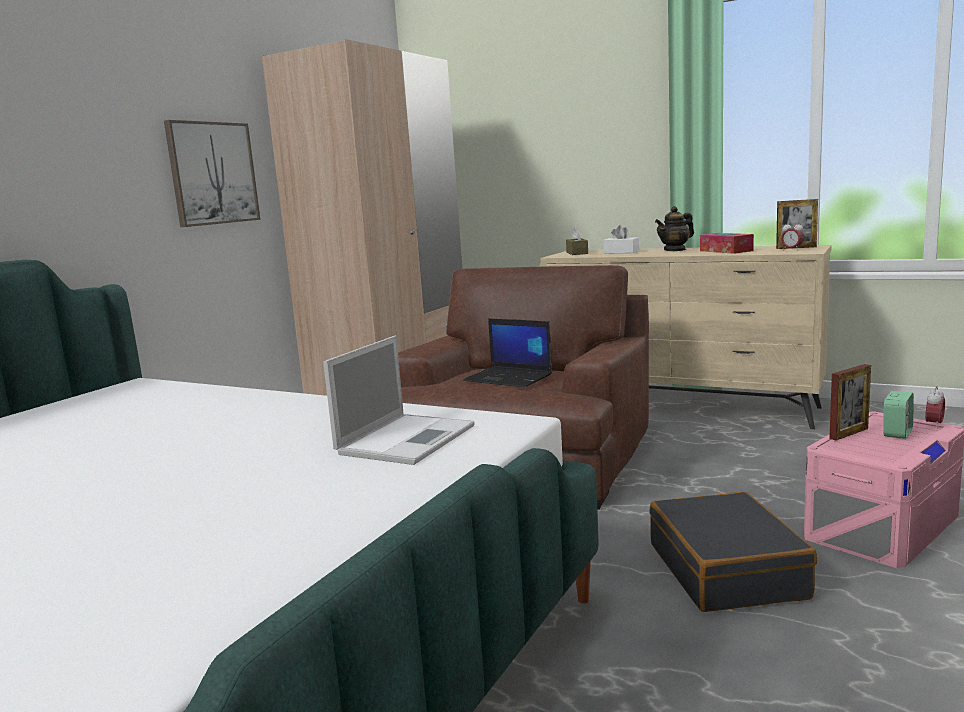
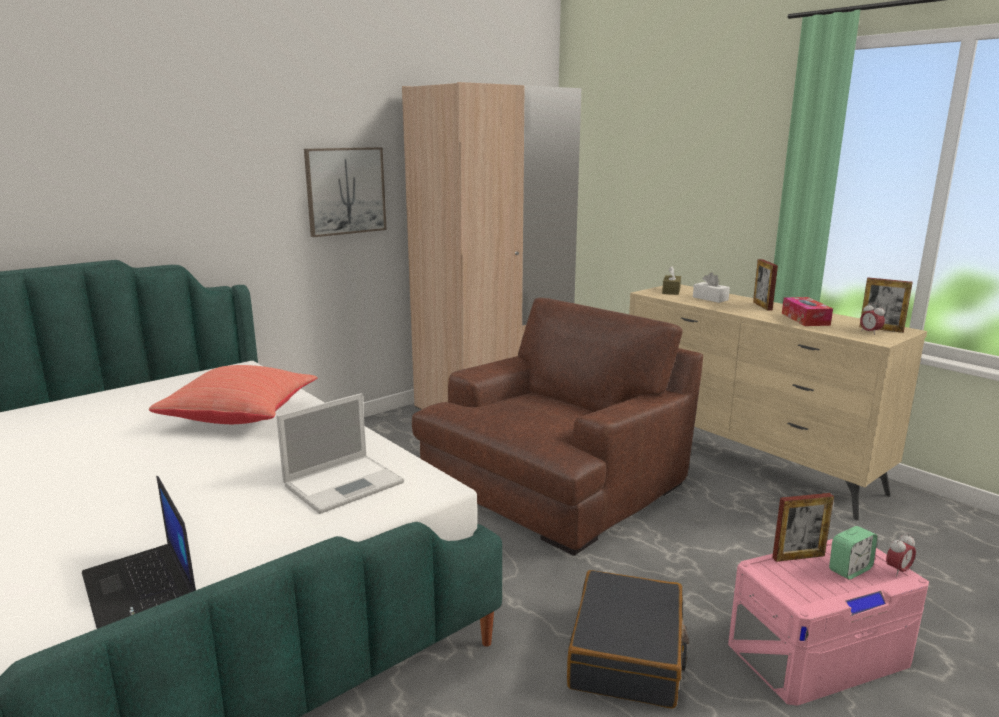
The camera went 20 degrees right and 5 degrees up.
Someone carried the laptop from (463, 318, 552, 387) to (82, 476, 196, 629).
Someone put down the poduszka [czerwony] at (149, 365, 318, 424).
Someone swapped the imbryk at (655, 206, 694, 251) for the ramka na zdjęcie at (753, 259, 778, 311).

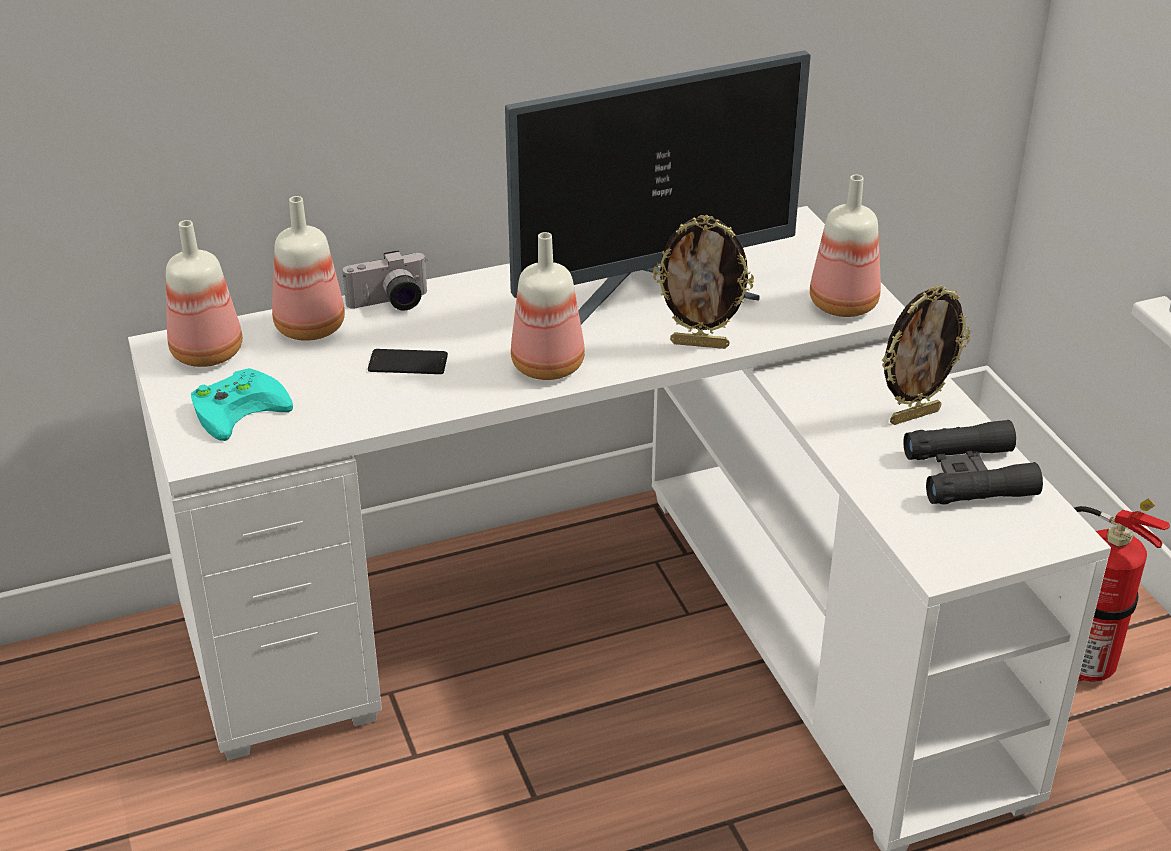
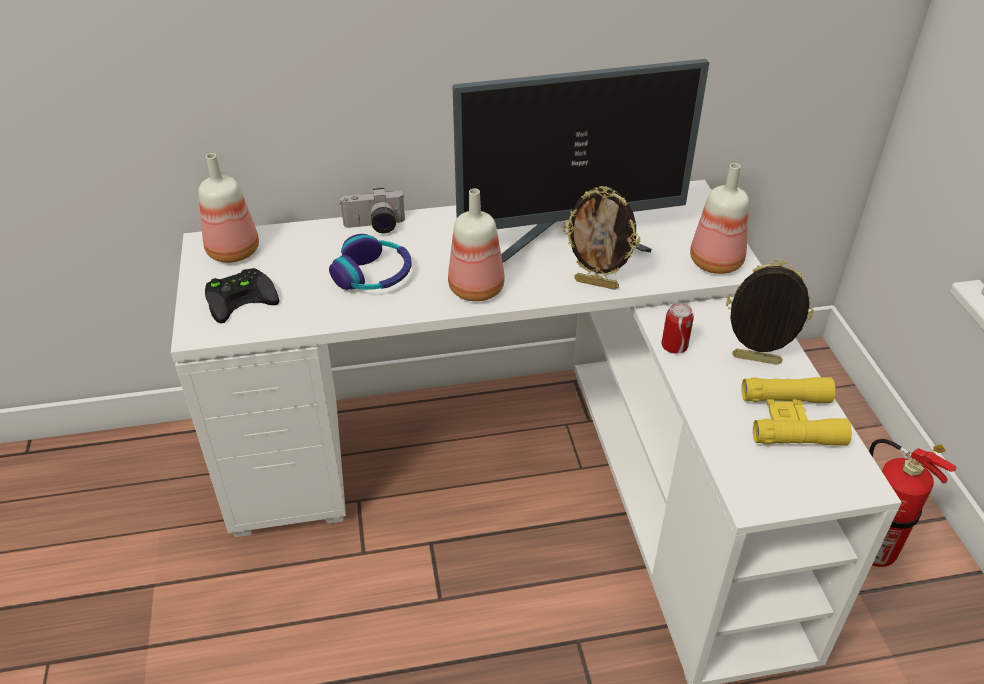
The camera went 10 degrees right and 5 degrees up.
Someone repainted the pad do gier [turkusowy] at (191, 368, 293, 441), which became the pad do gier [czarny] at (205, 268, 279, 324).
Someone swapped the telefon at (368, 349, 448, 374) for the słuchawki at (329, 234, 411, 290).
Someone put down the puszka at (662, 303, 694, 354).
Someone rotated the ramka na zdjęcie at (882, 286, 971, 425) by 150 degrees counterclockwise.
Someone repainted the lornetka [czarny] at (903, 420, 1043, 505), which became the lornetka [żółty] at (742, 377, 852, 446).
Someone took away the butelka at (272, 196, 345, 341).

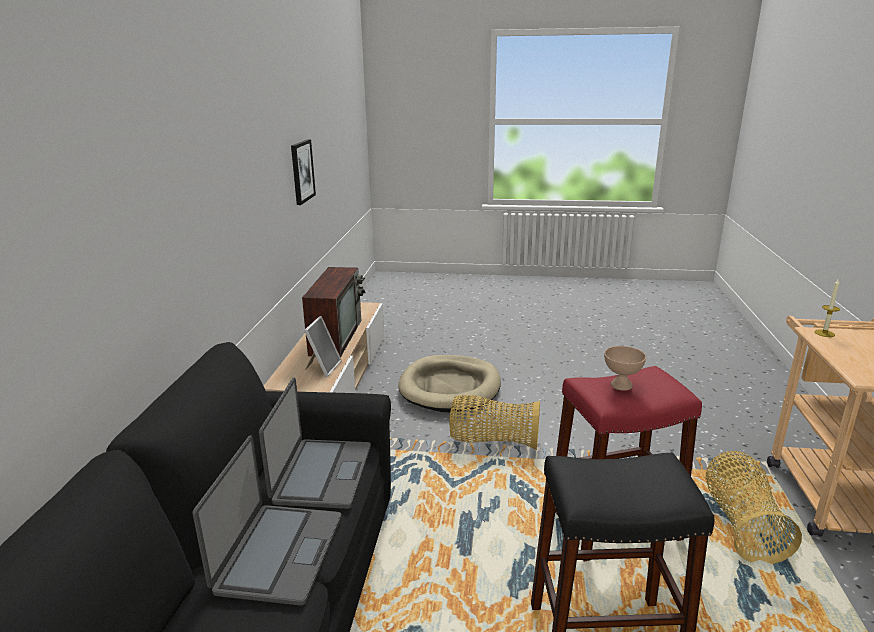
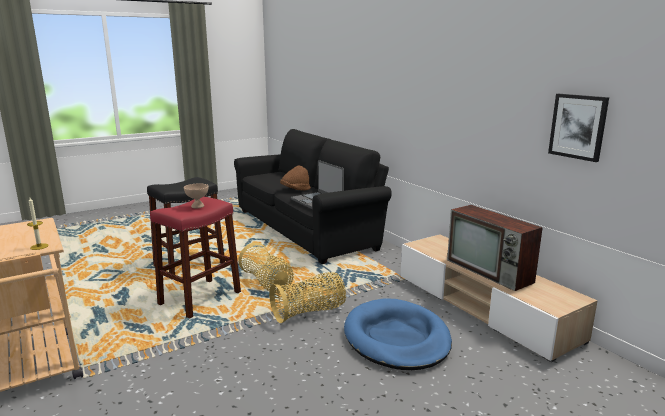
The camera went 140 degrees right and 5 degrees down.
Someone carried the koszyk from (706, 451, 802, 564) to (238, 242, 294, 293).
Someone swapped the laptop at (192, 435, 341, 606) for the kapelusz [brązowy] at (280, 166, 311, 190).
Someone repainted the legowisko [beżowy] at (398, 355, 501, 412), which became the legowisko [niebieski] at (344, 298, 452, 370).
Someone took away the ramka na zdjęcie at (304, 316, 342, 377).

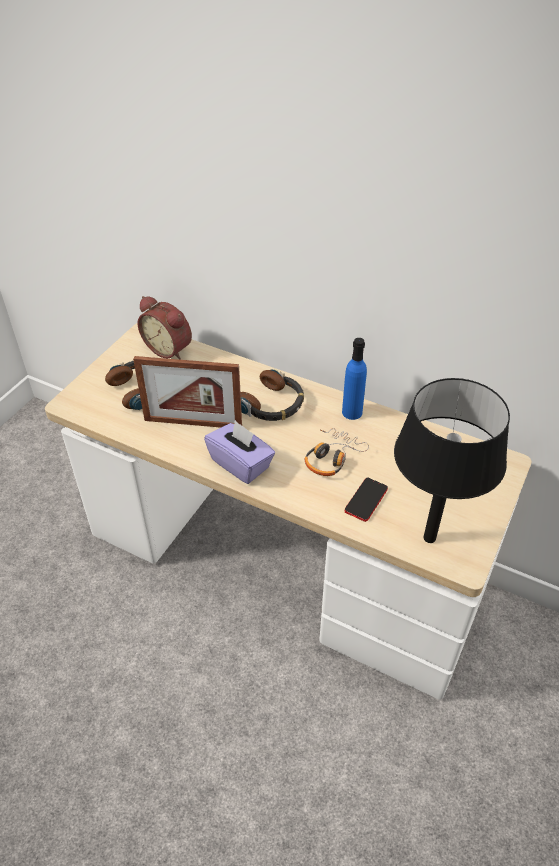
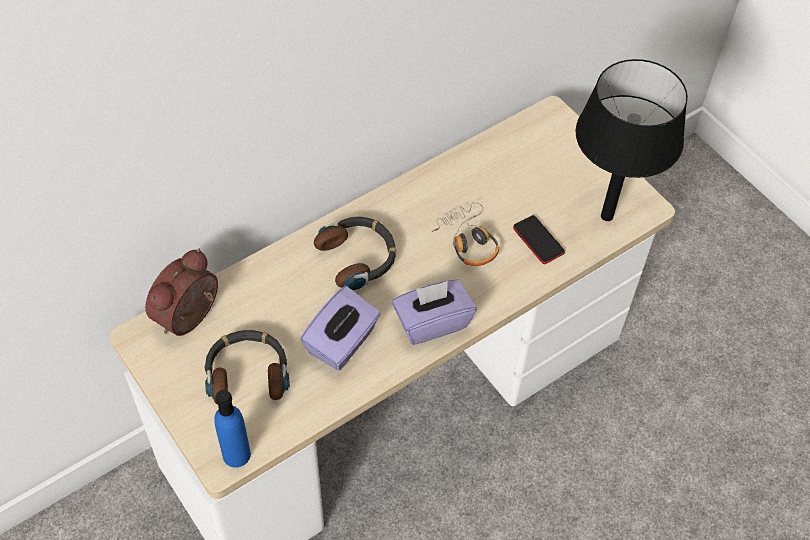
The camera went 65 degrees left and 10 degrees up.
Someone rotated the budzik at (138, 296, 192, 360) by 150 degrees clockwise.
Someone carried the butelka [niebieski] from (342, 338, 367, 420) to (214, 390, 251, 468).
Someone swapped the ramka na zdjęcie at (133, 356, 242, 428) for the pudełko chusteczek [fioletowy] at (300, 286, 381, 370).

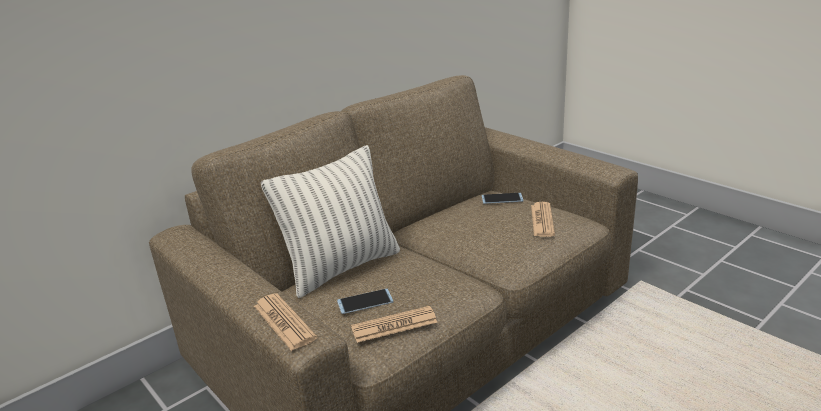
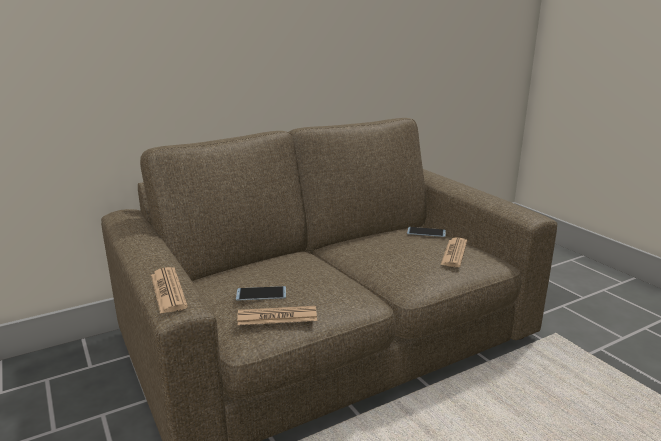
The camera went 10 degrees right and 5 degrees down.
Someone took away the poduszka at (261, 145, 400, 298).

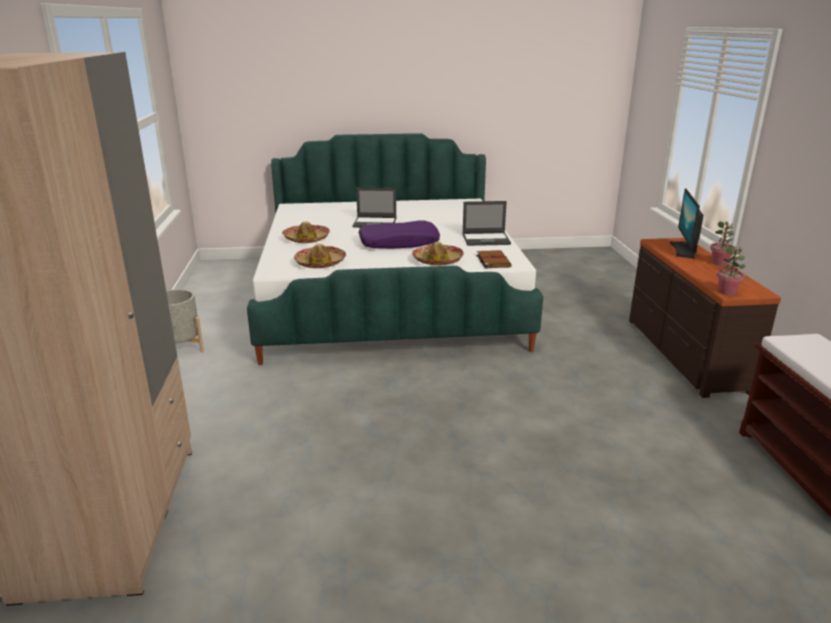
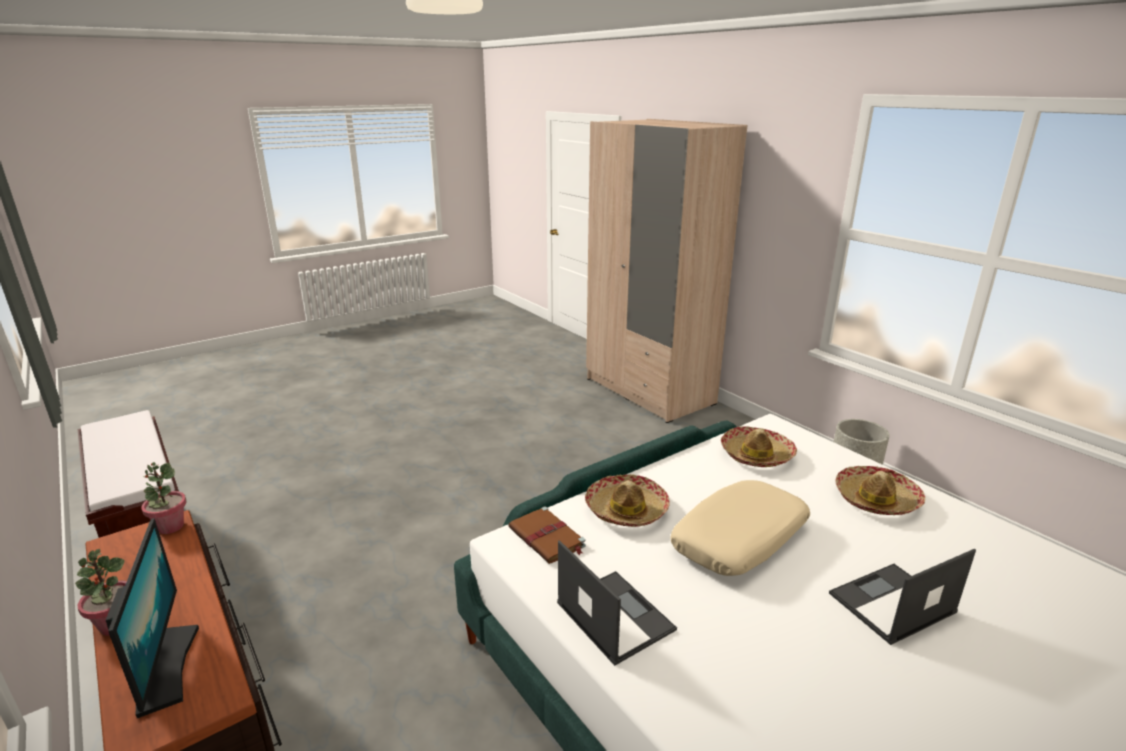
The camera went 150 degrees right and 0 degrees up.
Someone rotated the laptop at (463, 201, 511, 246) by 90 degrees clockwise.
Someone repainted the poduszka [fioletowy] at (359, 220, 440, 249), which became the poduszka [beżowy] at (671, 480, 810, 576).

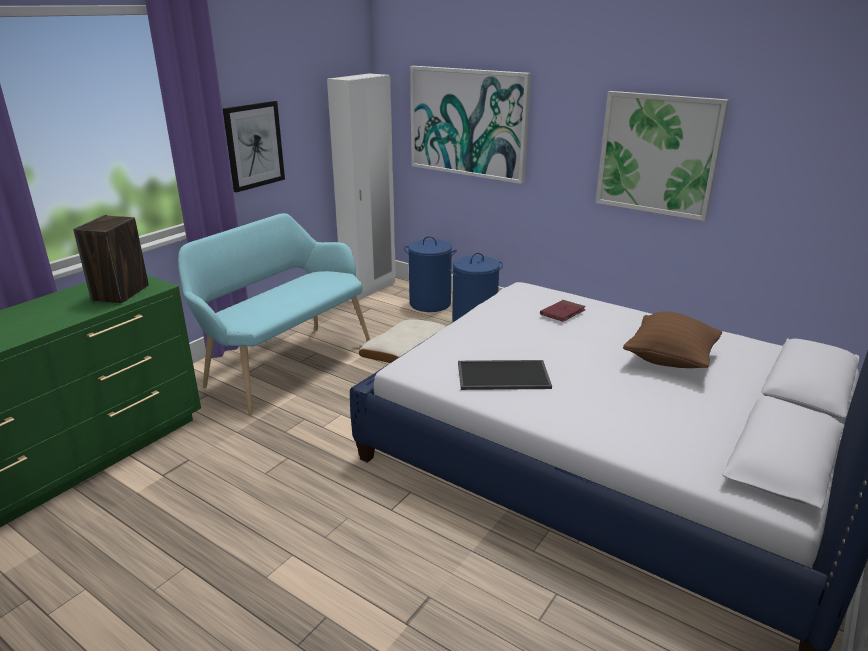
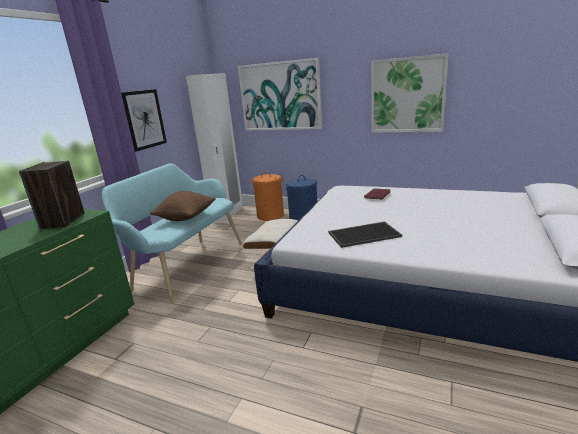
The camera went 10 degrees left and 5 degrees down.
Someone carried the poduszka [brązowy] from (623, 311, 722, 368) to (150, 191, 216, 221).
Someone repainted the kosz na pranie [niebieski] at (404, 236, 457, 312), which became the kosz na pranie [pomarańczowy] at (249, 172, 284, 221).

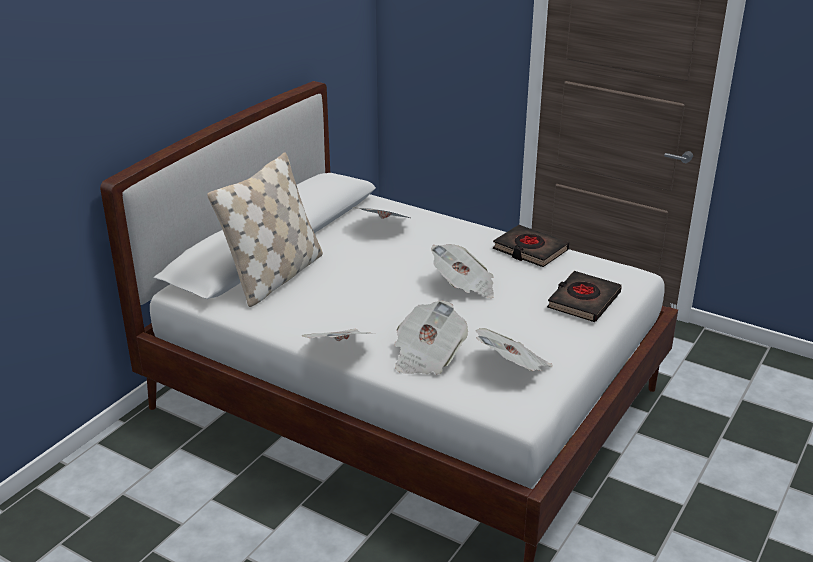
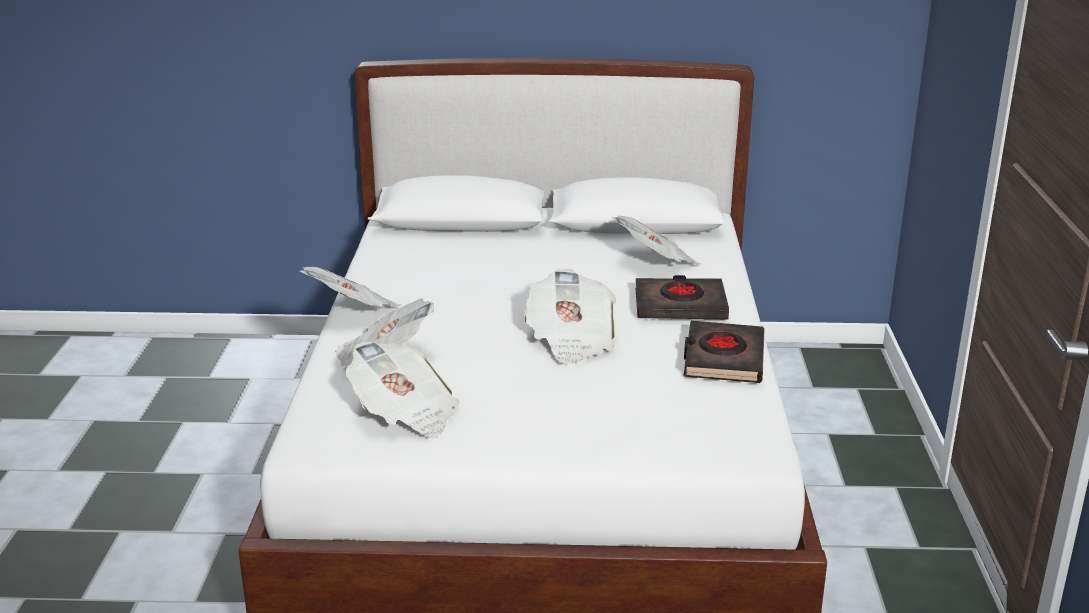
The camera went 60 degrees right and 5 degrees down.
Someone carried the książka [czarny] from (547, 271, 622, 322) to (635, 275, 729, 319).
Someone took away the poduszka [beżowy] at (207, 152, 323, 307).

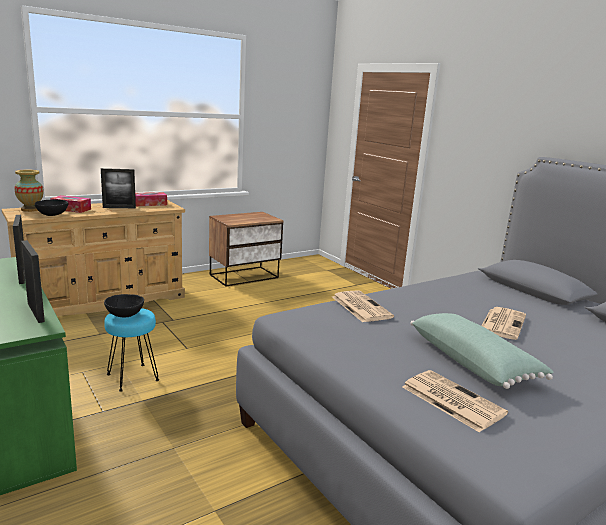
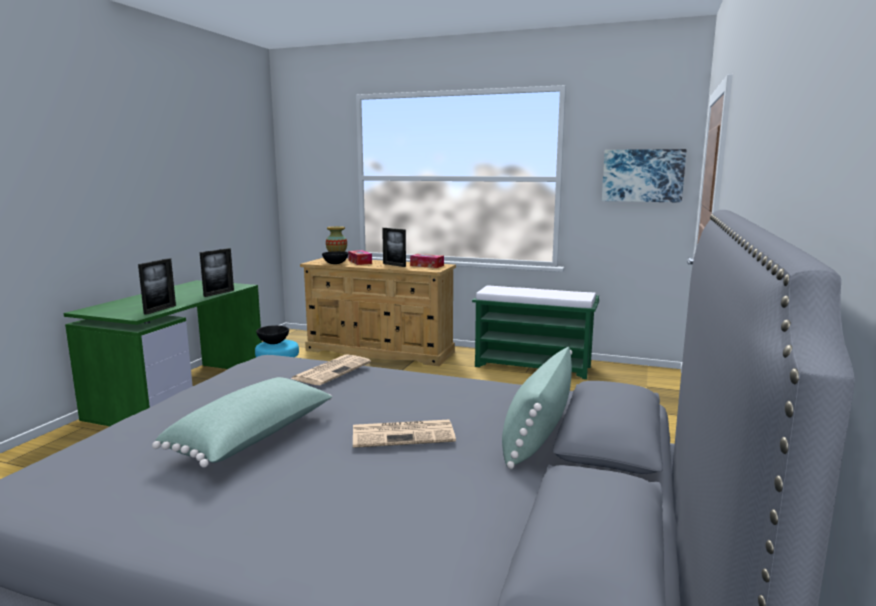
The camera went 55 degrees right and 5 degrees down.
Someone swapped the szafka nocna at (209, 212, 284, 286) for the ławka [zielony] at (472, 285, 599, 379).
Someone put down the poduszka [zielony] at (502, 347, 572, 469).
Someone put up the obraz at (602, 149, 686, 203).
Someone took away the gazeta at (402, 370, 508, 433).

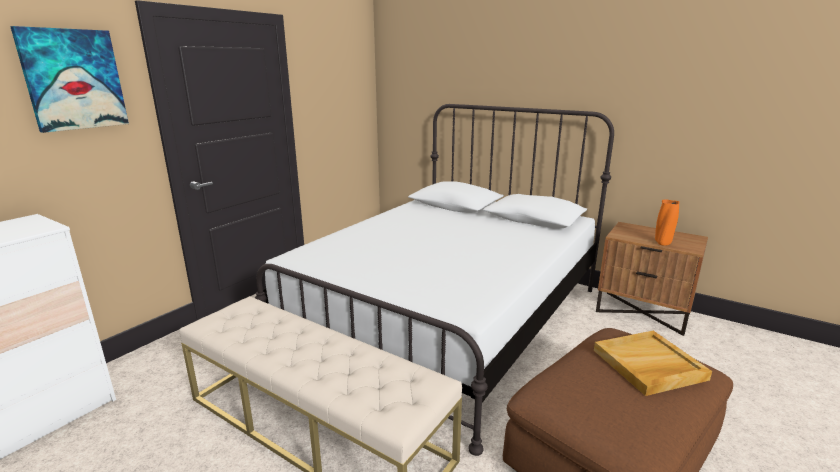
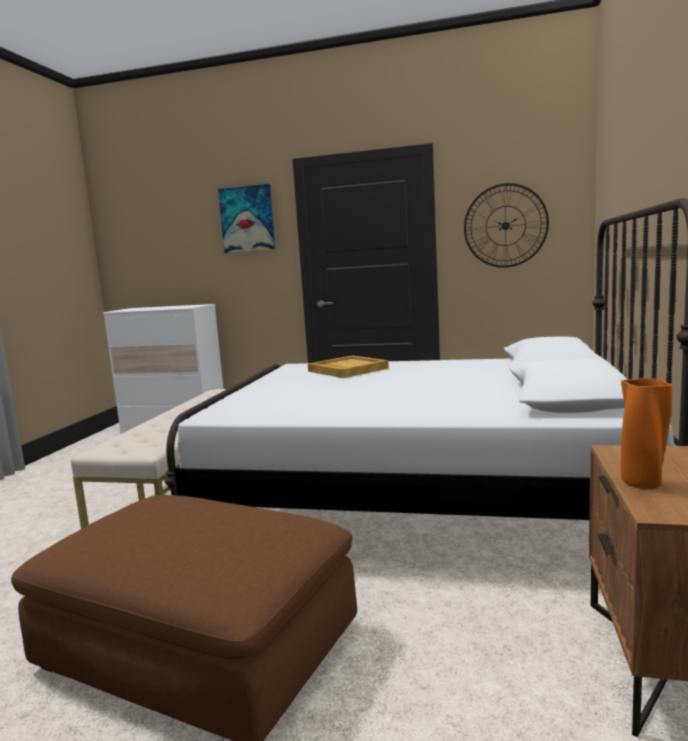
The camera went 70 degrees right and 10 degrees down.
Someone carried the taca [beżowy] from (594, 331, 712, 396) to (308, 356, 389, 378).
Someone put up the zegar ścienny at (464, 183, 549, 268).

